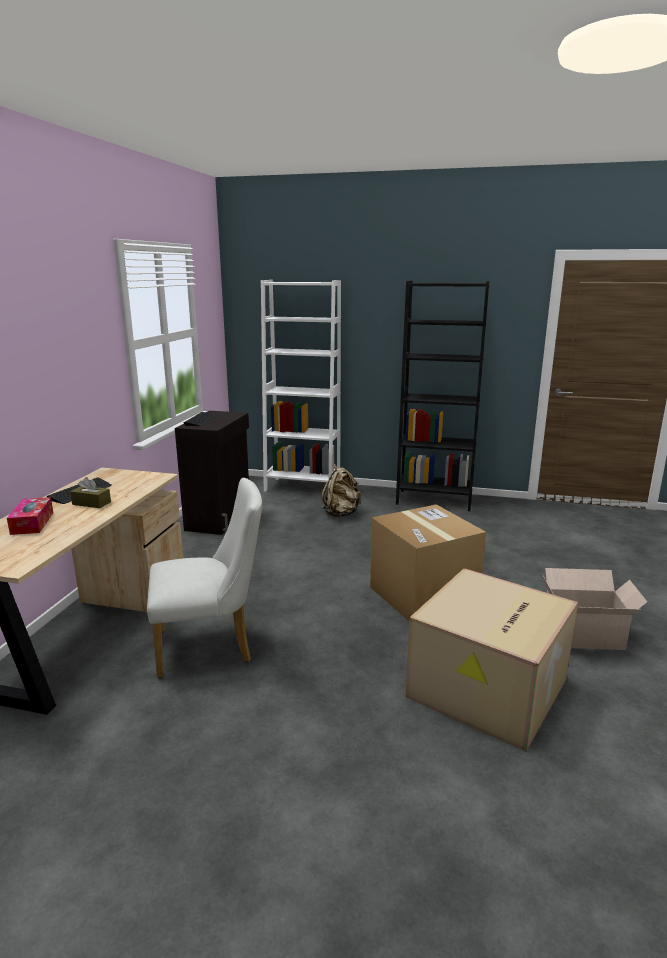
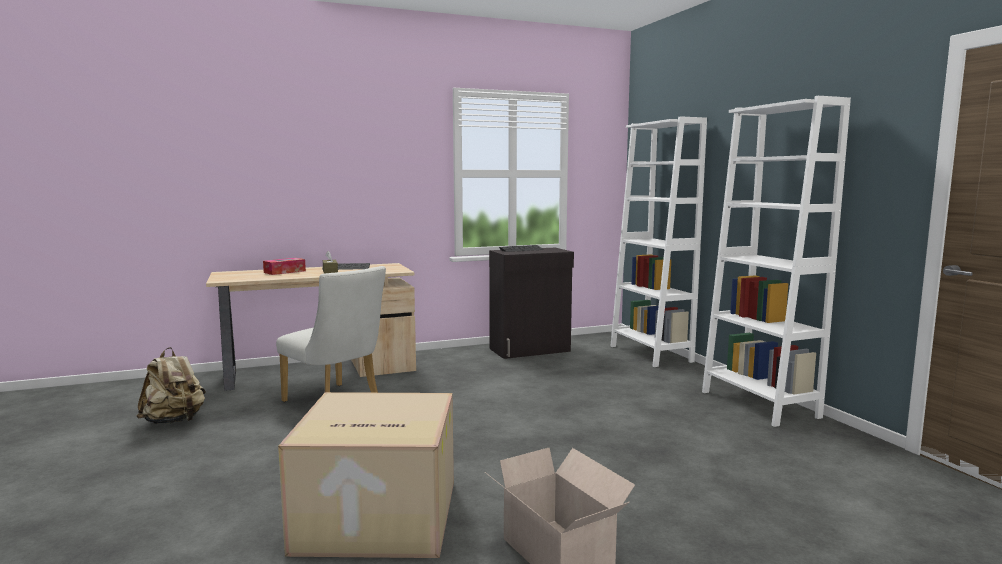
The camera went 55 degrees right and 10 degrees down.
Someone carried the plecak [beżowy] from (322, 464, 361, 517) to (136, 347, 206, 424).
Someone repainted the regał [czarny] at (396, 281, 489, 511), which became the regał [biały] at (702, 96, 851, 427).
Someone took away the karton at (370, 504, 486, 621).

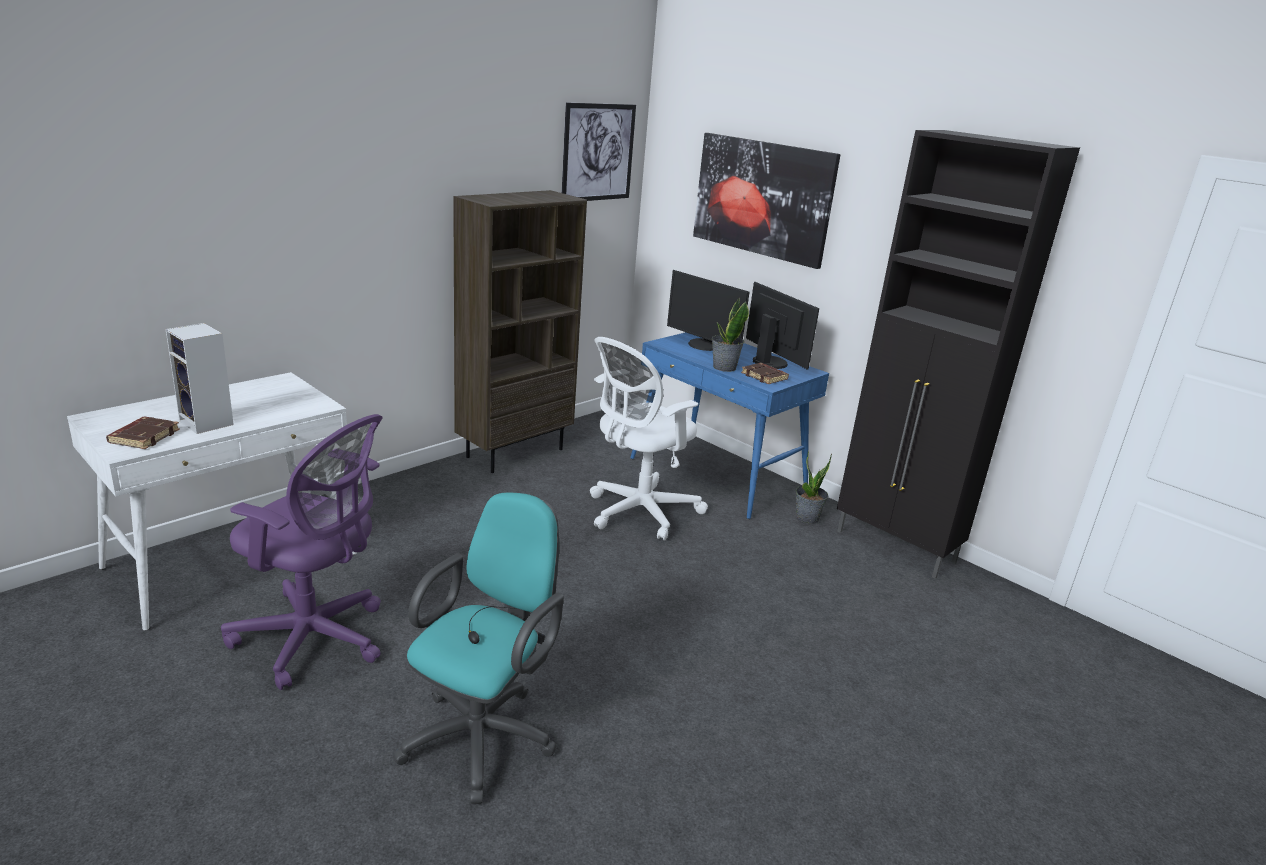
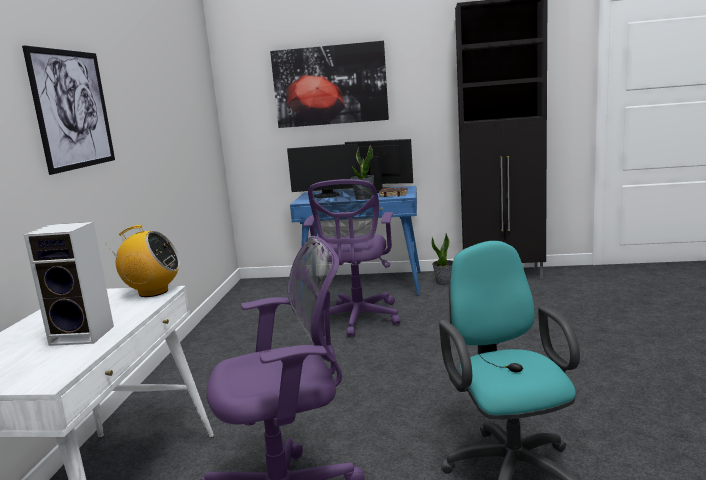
The camera went 35 degrees left and 10 degrees down.
Someone carried the obraz from (562, 103, 636, 201) to (22, 45, 115, 175).
Someone put down the radio at (105, 225, 180, 297).
Someone repainted the krzesło biurowe [biały] at (590, 337, 708, 541), which became the krzesło biurowe [fioletowy] at (303, 179, 400, 337).
Someone took away the książka [brązowy] at (106, 417, 180, 449).
Someone took away the regał [brązowy] at (453, 190, 587, 473).

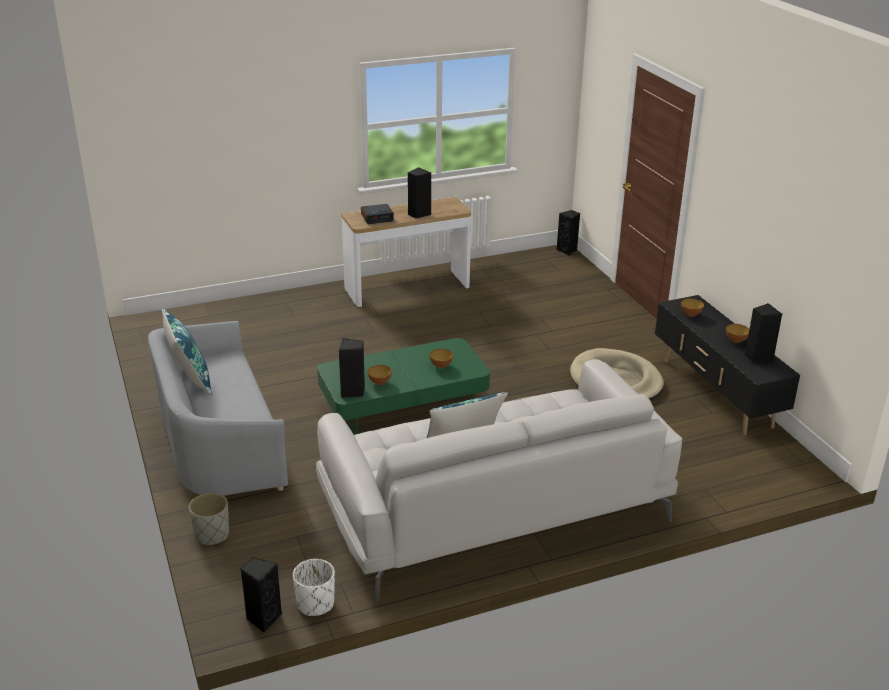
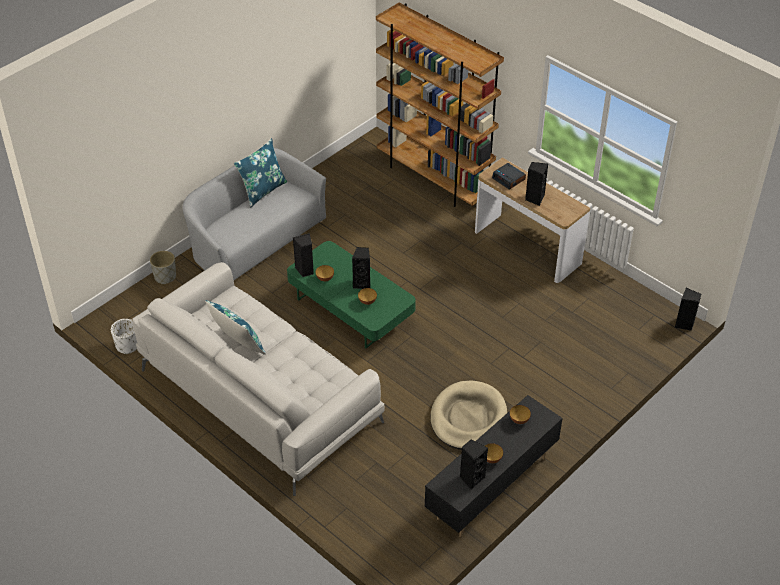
The camera went 65 degrees right and 15 degrees up.
Someone carried the głośnik [czarny] from (240, 557, 282, 633) to (352, 247, 370, 289).
Someone put down the regał [brązowy] at (376, 3, 504, 207).

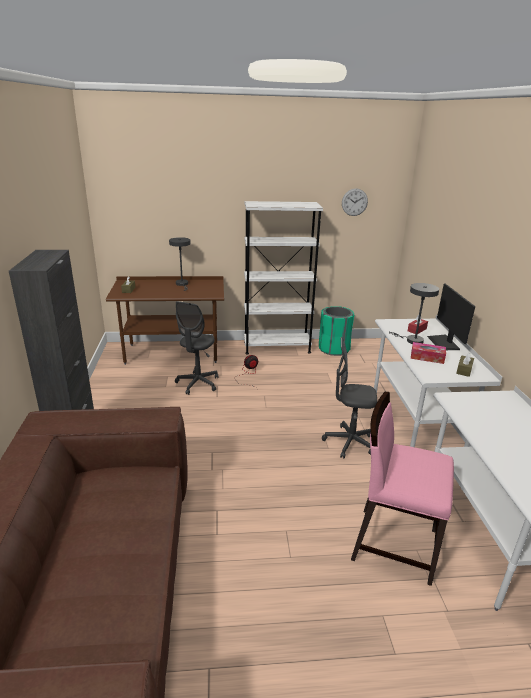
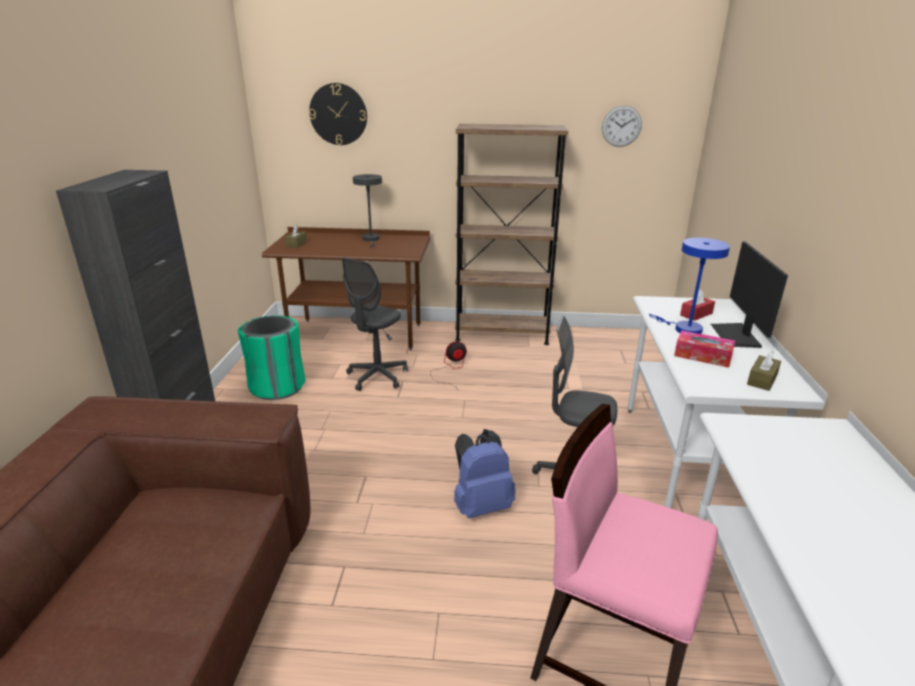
The camera went 10 degrees right and 0 degrees up.
Someone carried the kosz na śmieci [zielony] from (319, 306, 354, 356) to (238, 315, 305, 400).
Someone put up the zegar ścienny at (309, 83, 367, 145).
Someone put down the plecak [niebieski] at (454, 429, 516, 518).
Someone repainted the regał [biały] at (244, 201, 323, 355), which became the regał [brązowy] at (455, 124, 568, 345).
Someone repainted the lampa stołowa [szary] at (389, 283, 439, 344), which became the lampa stołowa [niebieski] at (649, 238, 730, 334).

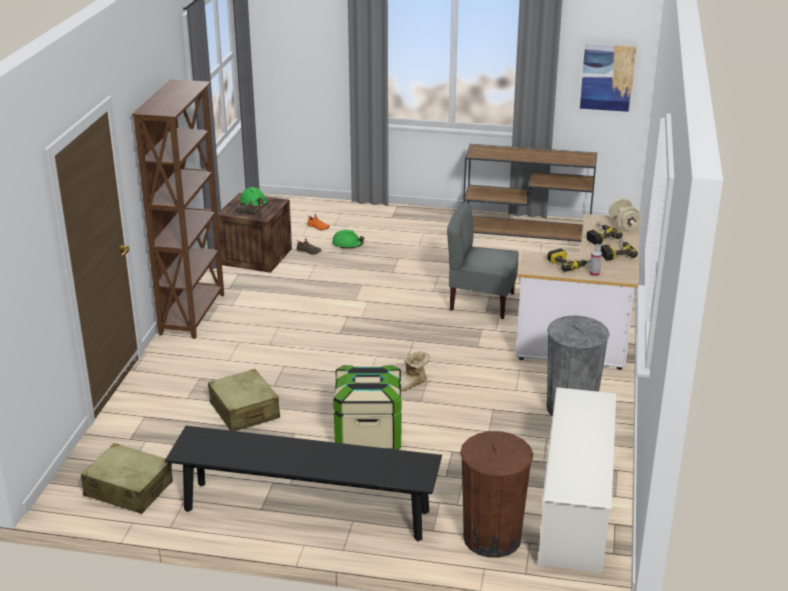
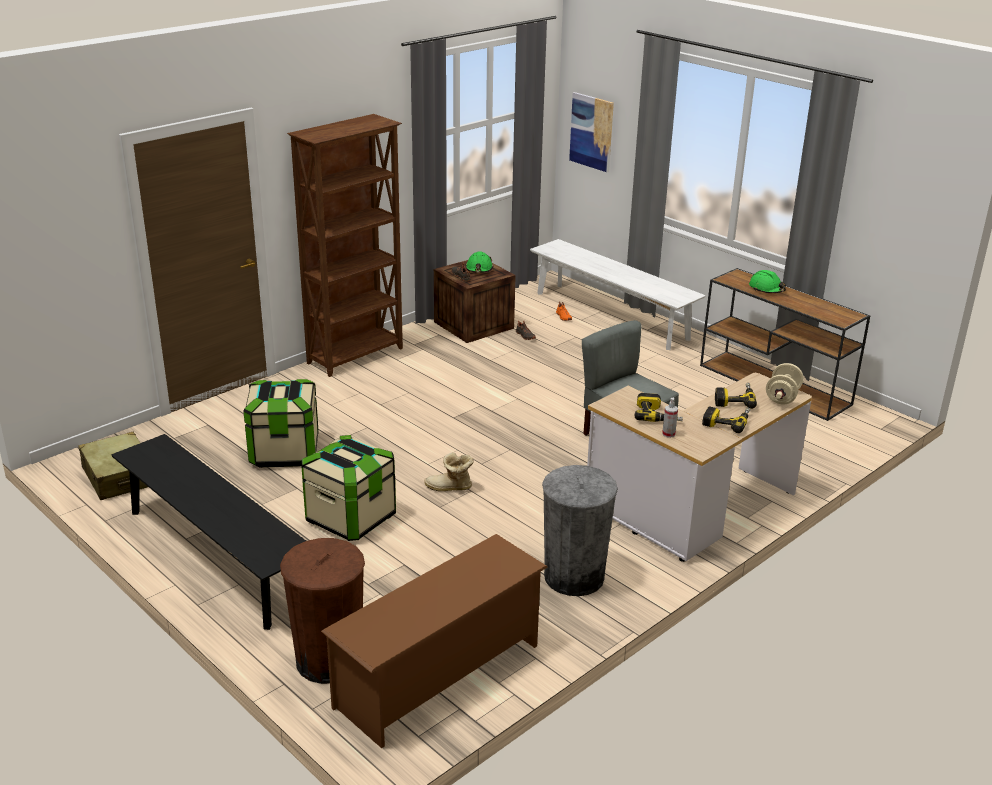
The camera went 35 degrees right and 0 degrees up.
Someone swapped the walizka [beżowy] at (208, 369, 280, 431) for the pojemnik do przechowywania at (243, 379, 319, 468).
Someone repainted the regał na buty [biały] at (538, 387, 616, 573), which became the regał na buty [brązowy] at (321, 534, 548, 748).
Someone put down the ławka [biały] at (530, 239, 706, 350).
Someone carried the obraz from (580, 43, 636, 112) to (569, 92, 614, 172).
Someone carried the kask [zielony] from (332, 230, 364, 248) to (749, 270, 786, 293).

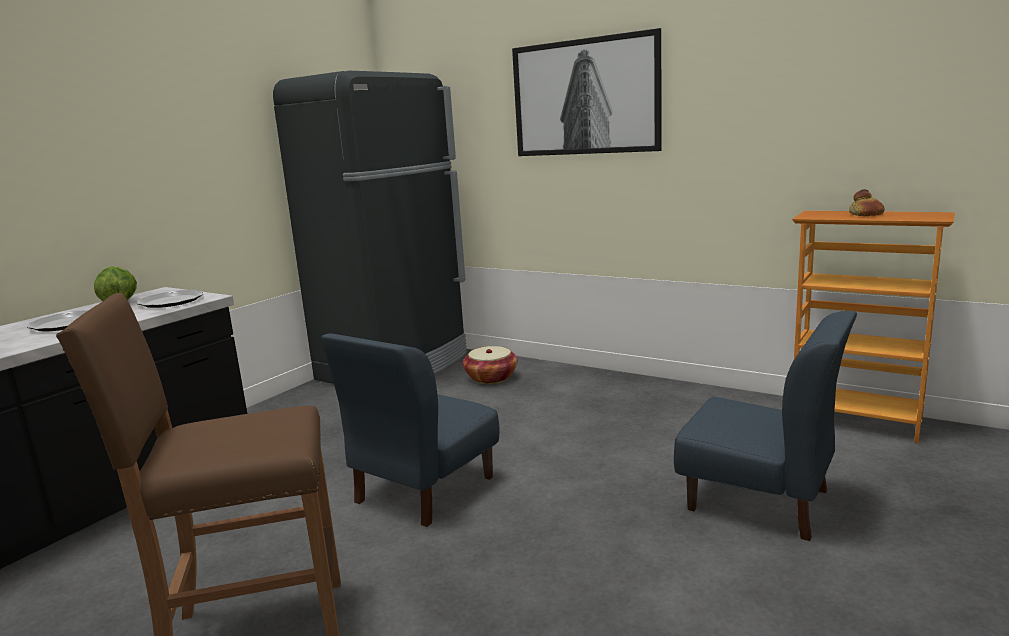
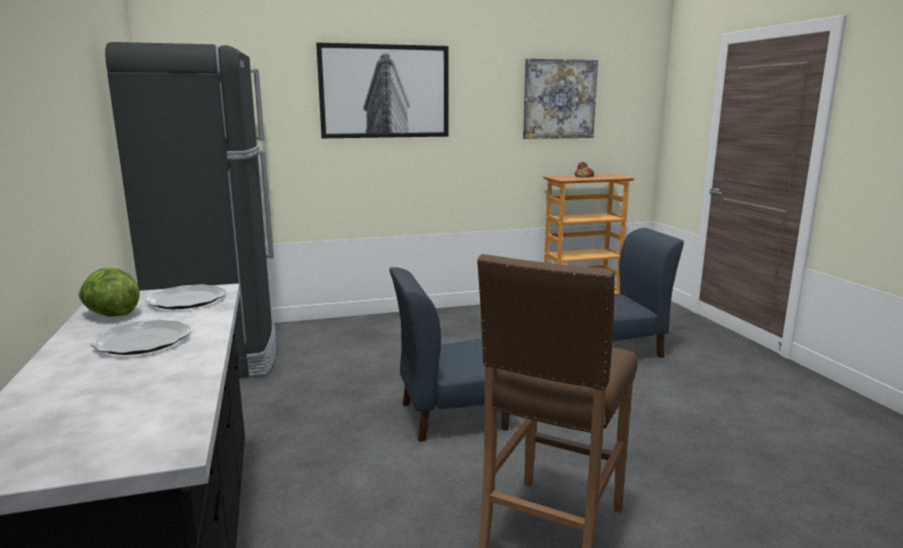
The camera went 50 degrees left and 0 degrees up.
Someone rotated the krzesło [niebieski] at (321, 333, 500, 527) by 90 degrees clockwise.
Someone put up the obraz at (523, 58, 598, 139).
Someone took away the koszyk at (463, 346, 517, 384).

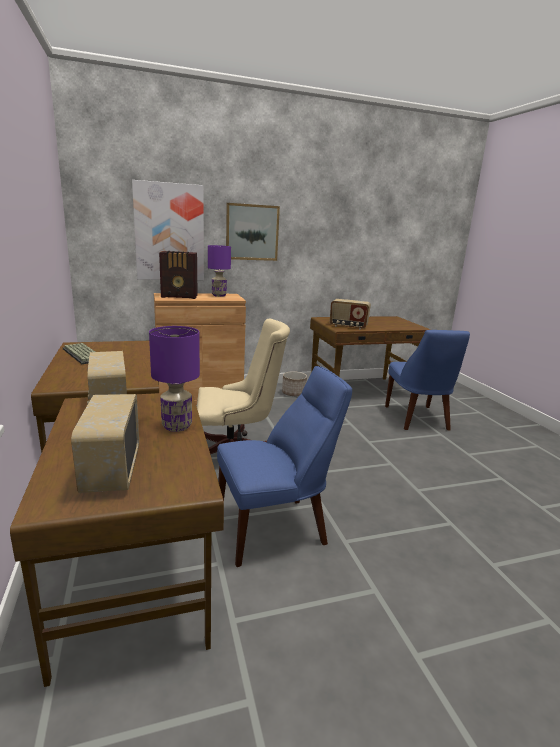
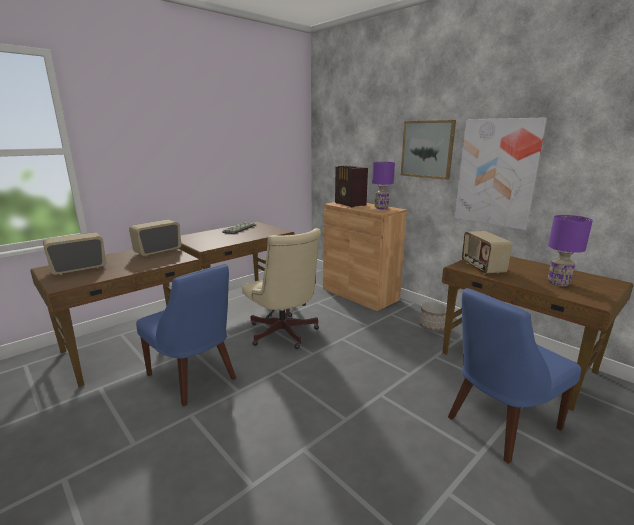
The camera went 65 degrees right and 0 degrees up.
Someone carried the obraz from (132, 180, 204, 280) to (455, 117, 547, 230).
Someone carried the lampa stołowa [fioletowy] from (149, 326, 200, 432) to (548, 215, 593, 286).

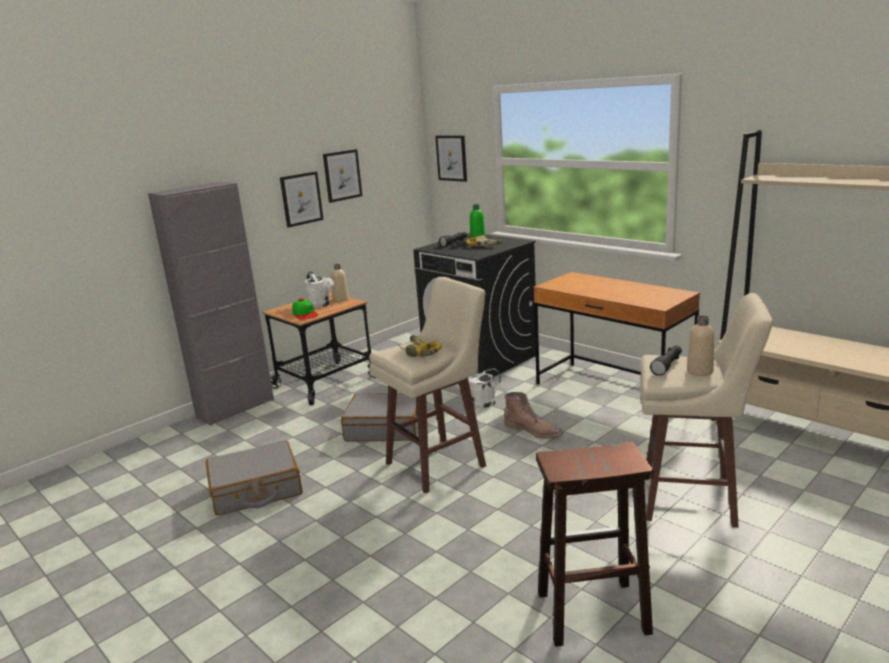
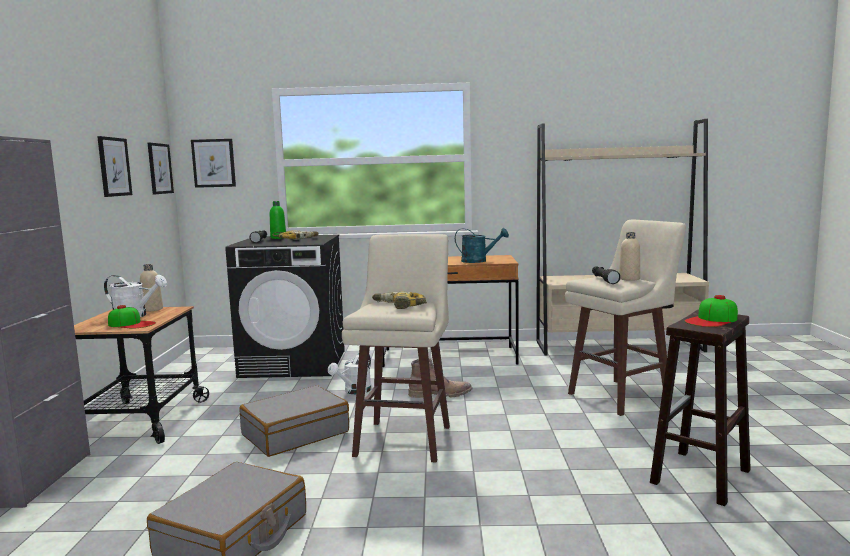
The camera went 45 degrees left and 10 degrees down.
Someone carried the obraz from (280, 171, 324, 228) to (148, 143, 174, 194).
Someone put down the konewka [turkusowy] at (455, 228, 509, 263).
Someone put down the czapka z daszkiem at (685, 295, 738, 327).

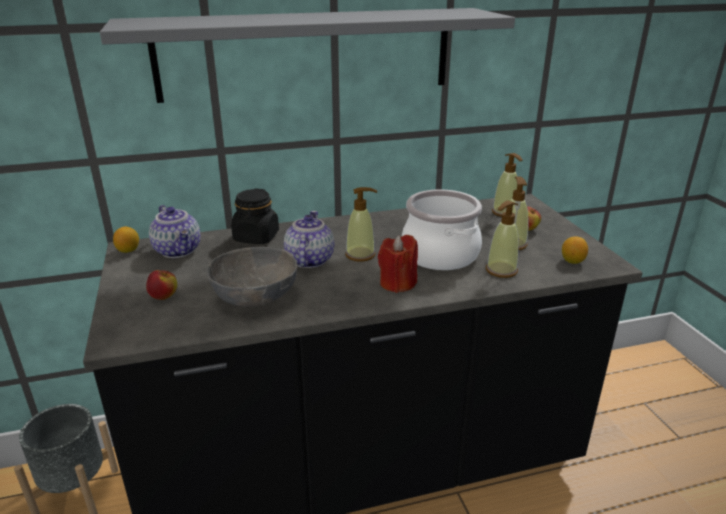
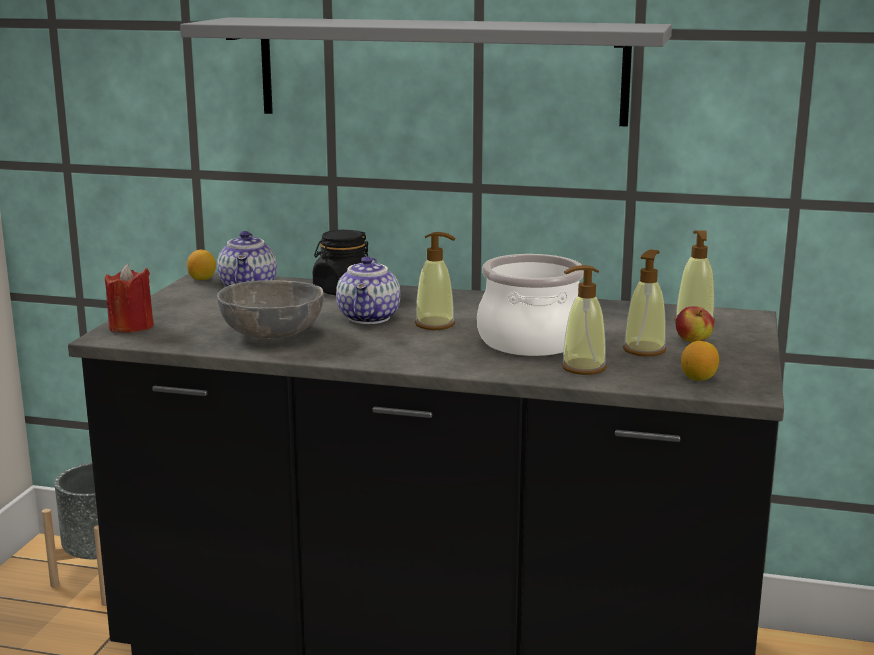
The camera went 30 degrees right and 10 degrees down.
Someone carried the świeca [czerwony] from (378, 235, 418, 293) to (105, 264, 154, 332).
Someone rotated the imbryk at (284, 211, 334, 268) by 150 degrees clockwise.
Someone took away the jabłko at (146, 270, 177, 300).

